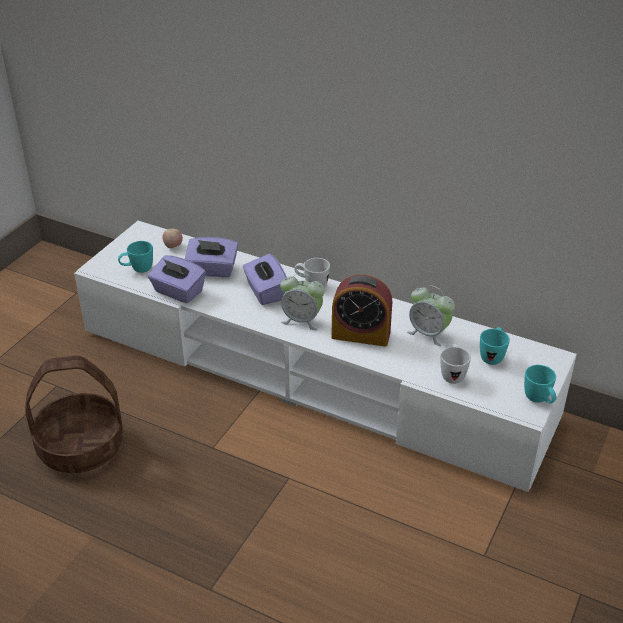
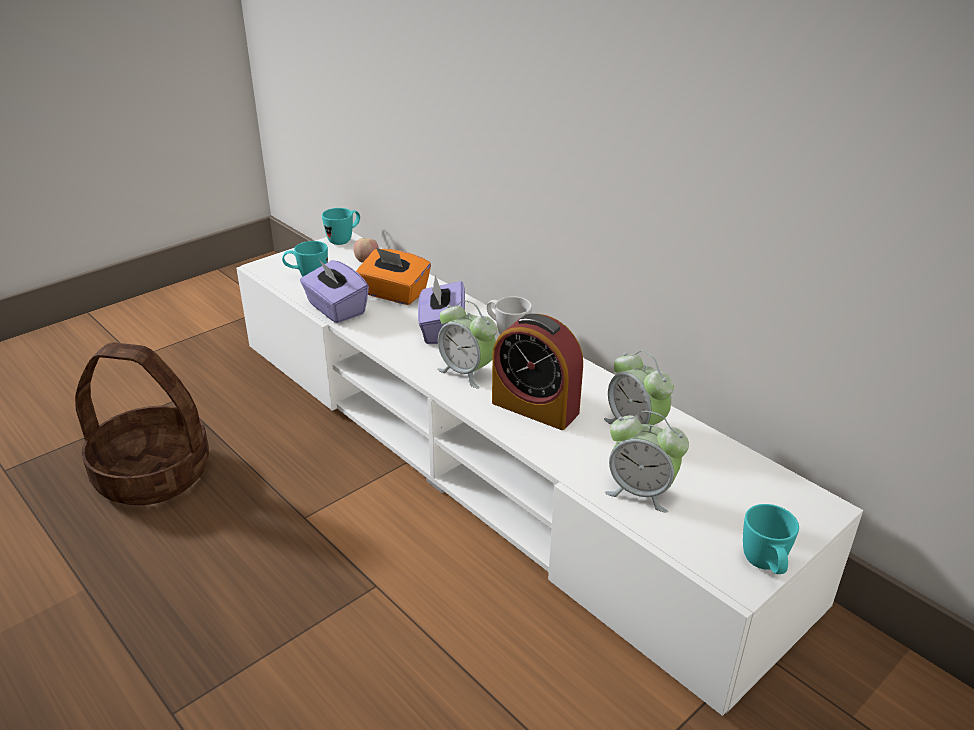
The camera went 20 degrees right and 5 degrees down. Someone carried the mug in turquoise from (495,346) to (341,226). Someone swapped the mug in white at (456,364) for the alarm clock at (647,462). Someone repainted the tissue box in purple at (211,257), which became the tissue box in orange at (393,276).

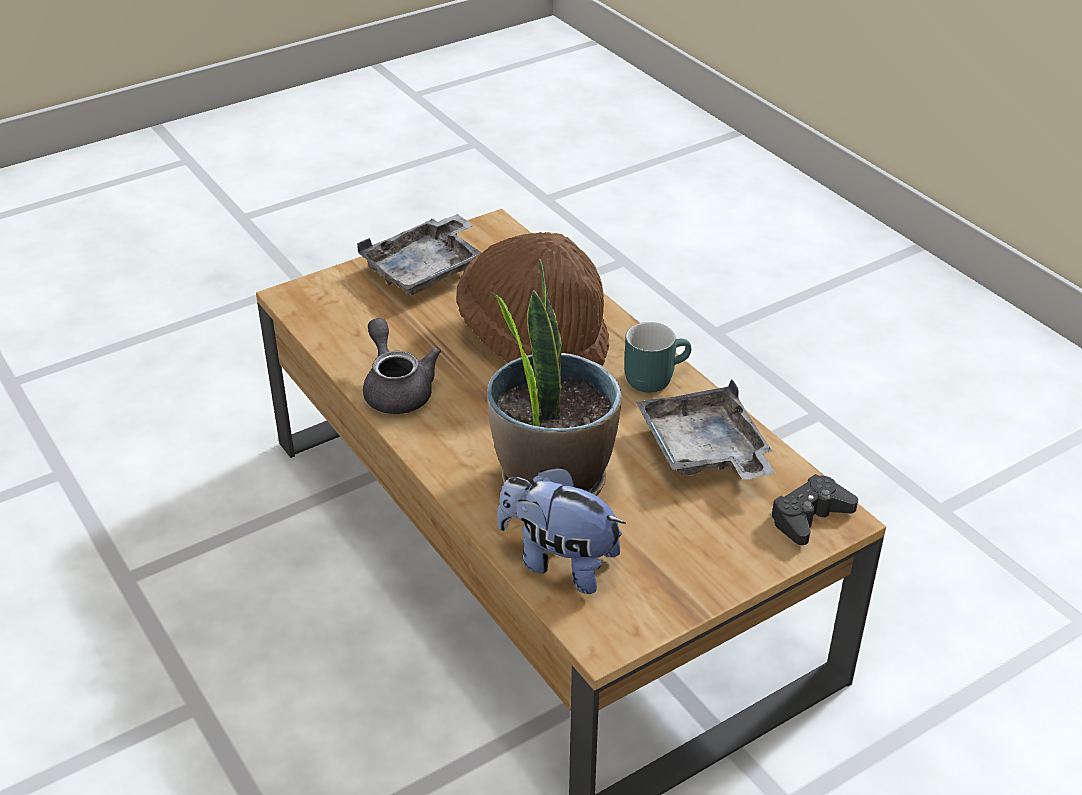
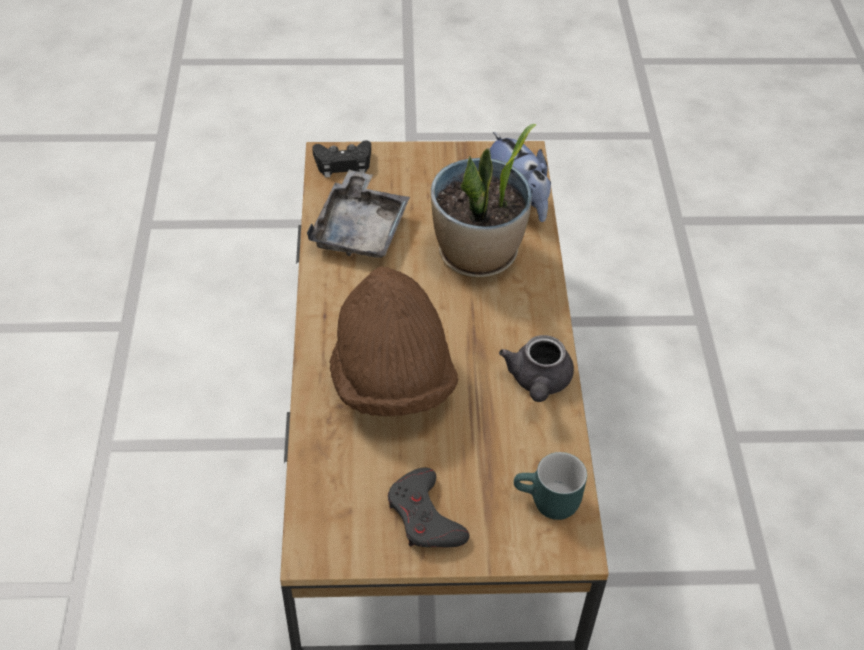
The camera went 150 degrees left and 10 degrees up. Someone carried the mug in turquoise from (657,357) to (550,486). Someone swapped the tray in grey at (419,254) for the game controller in grey at (429,507).

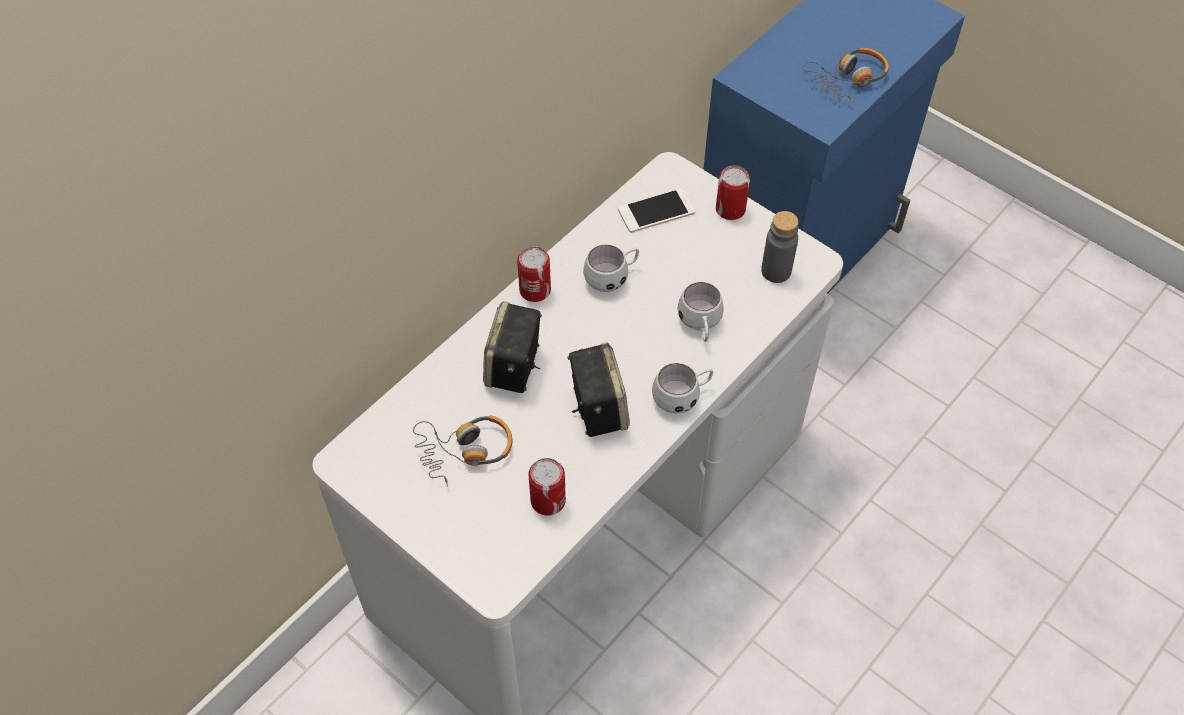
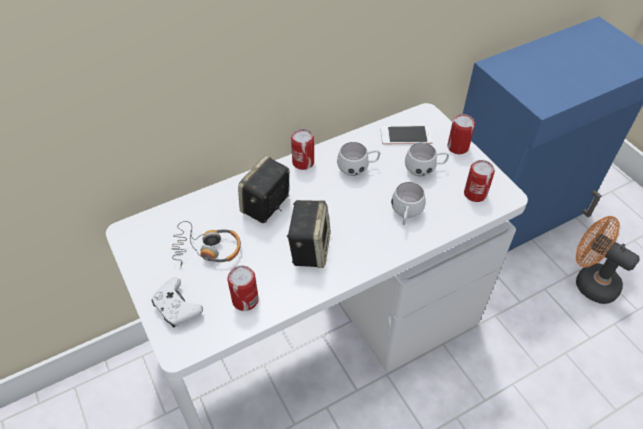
The camera went 20 degrees right and 5 degrees down. Someone took away the headphones at (846,74). Someone put down the game controller in white at (177,302). Someone put down the fan in orange at (608,260). Someone carried the mug in white from (682,388) to (427,159). Someone swapped the bottle in grey at (780,247) for the can at (479,181).

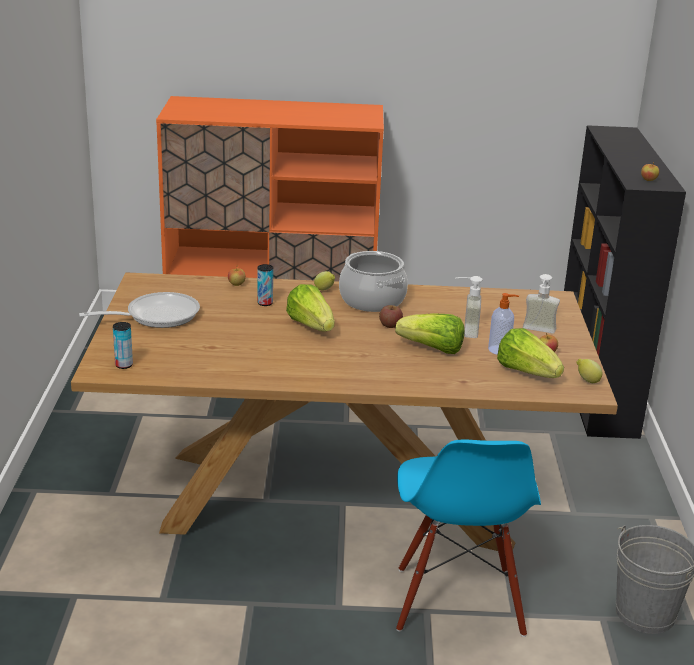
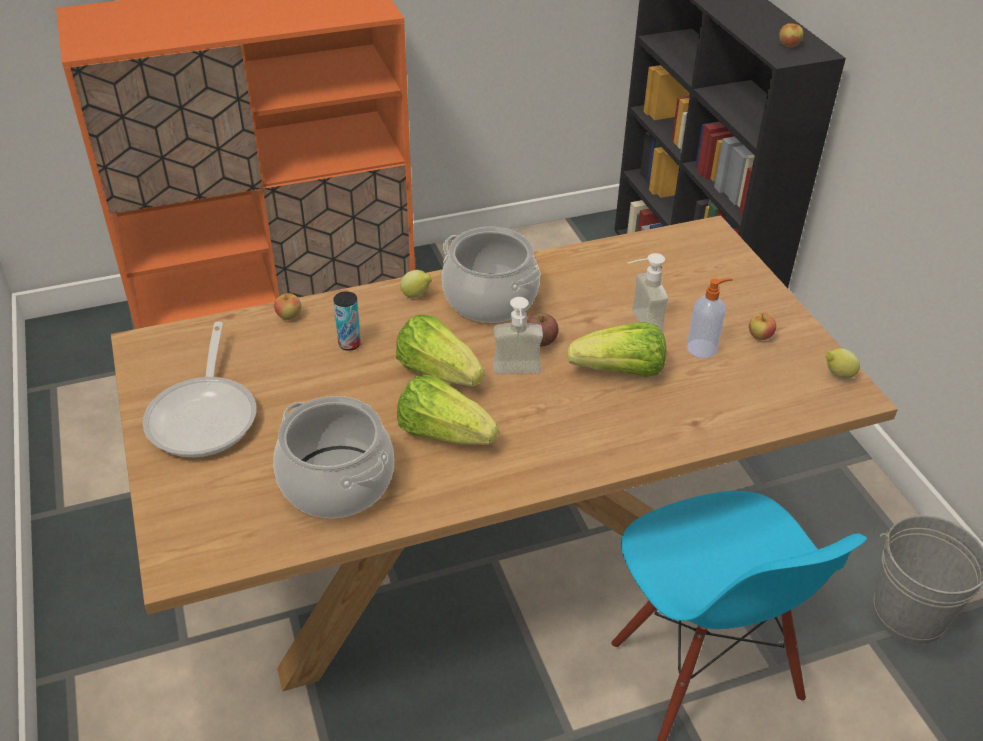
The camera went 20 degrees left and 15 degrees up. Someone took away the can at (123,345). Someone put down the cooking pot at (333,457). Someone carried the lettuce from (530,353) to (448,410). Someone carried the soap dispenser from (541,304) to (518,335). Someone rotated the frying pan at (139,310) by 135 degrees clockwise.

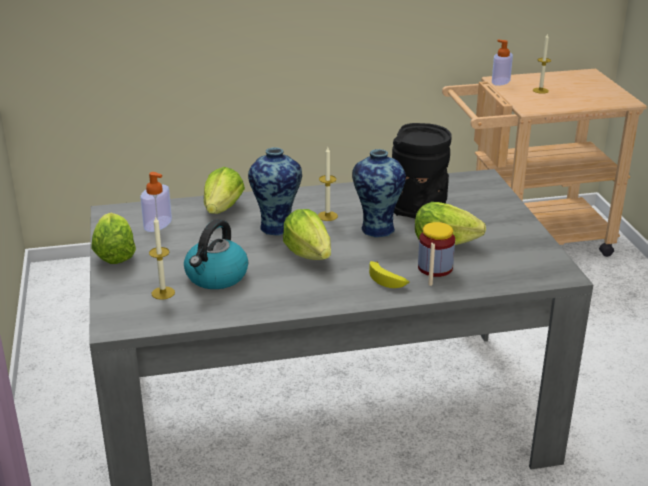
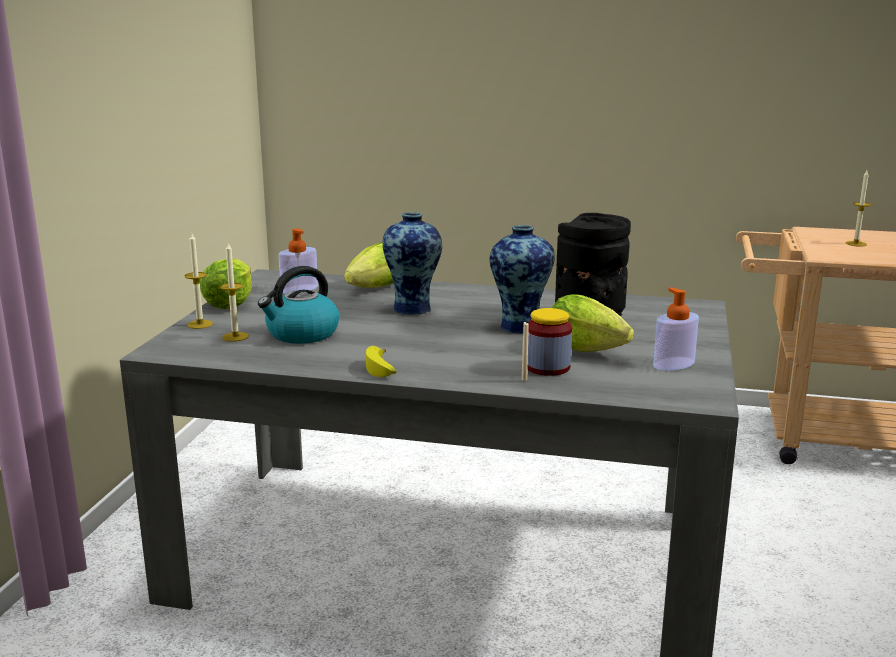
The camera went 25 degrees right and 10 degrees down. Someone took away the lettuce at (307,234). Someone carried the candle from (328,184) to (199,281). Someone carried the banana from (389,274) to (381,361). Someone carried the soap dispenser from (502,62) to (676,329).

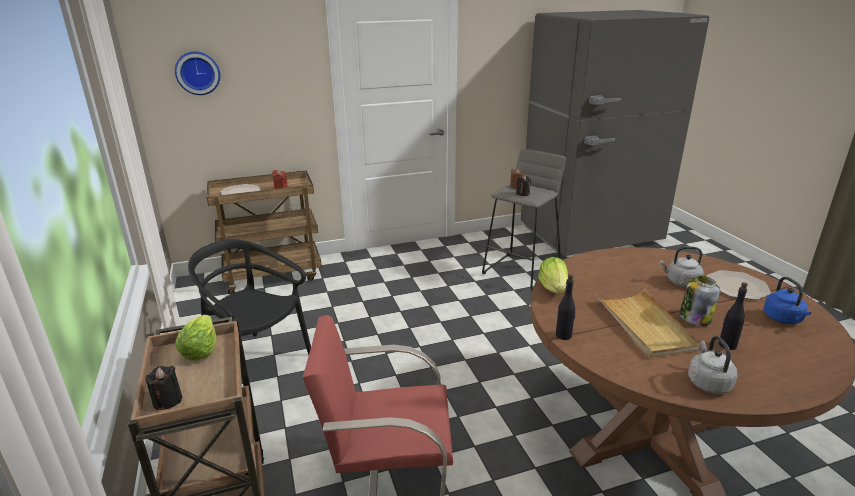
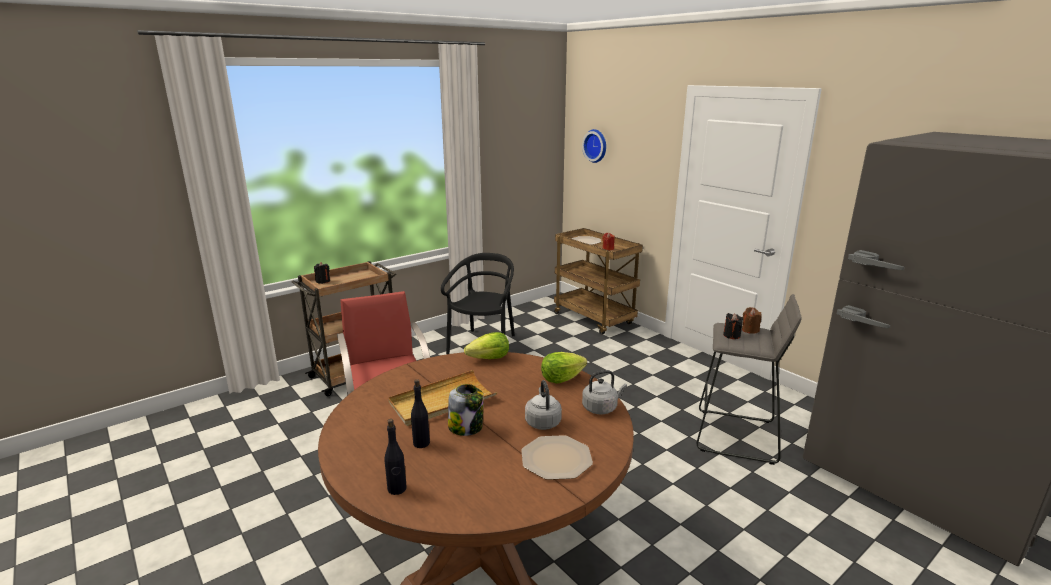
The camera went 70 degrees right and 5 degrees down. Someone took away the kettle in blue at (787,300). Someone carried the lettuce from (196,338) to (564,368). Someone carried the bottle in black from (565,307) to (396,457). Someone carried the kettle in grey from (712,365) to (604,392).

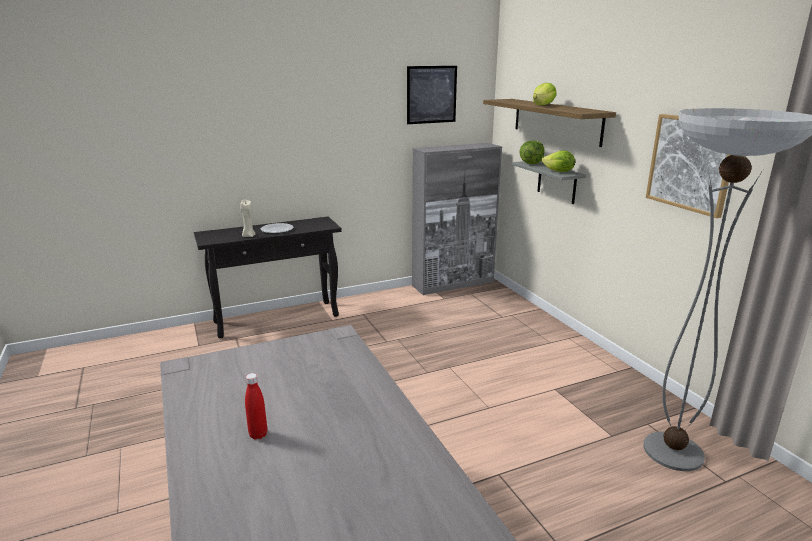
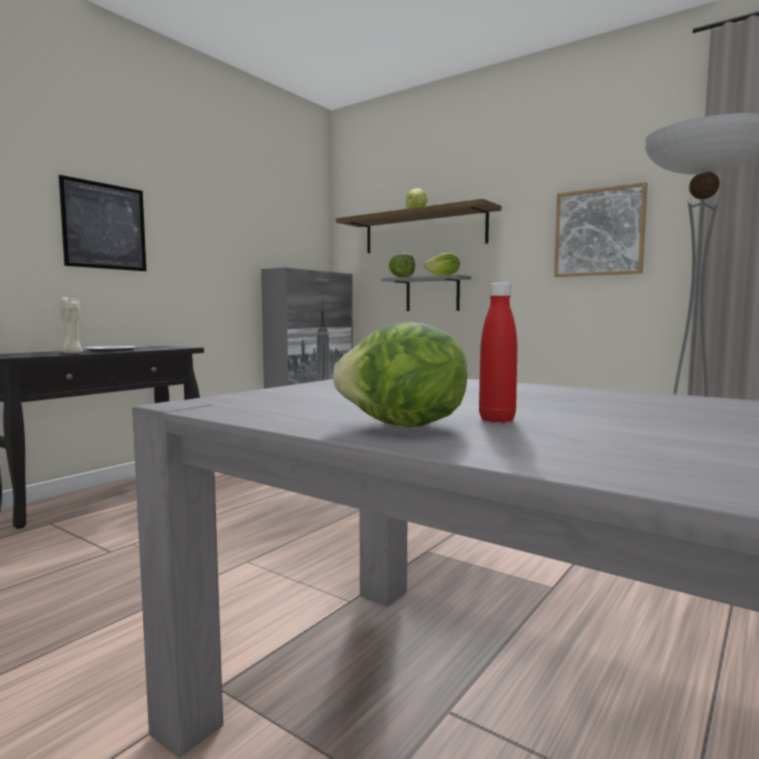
The camera went 30 degrees left and 15 degrees down. Someone put down the lettuce at (400,374). Someone carried the picture from (432,95) to (102,223).

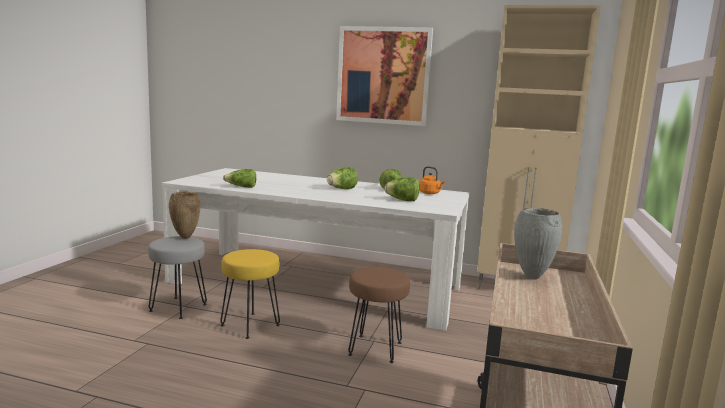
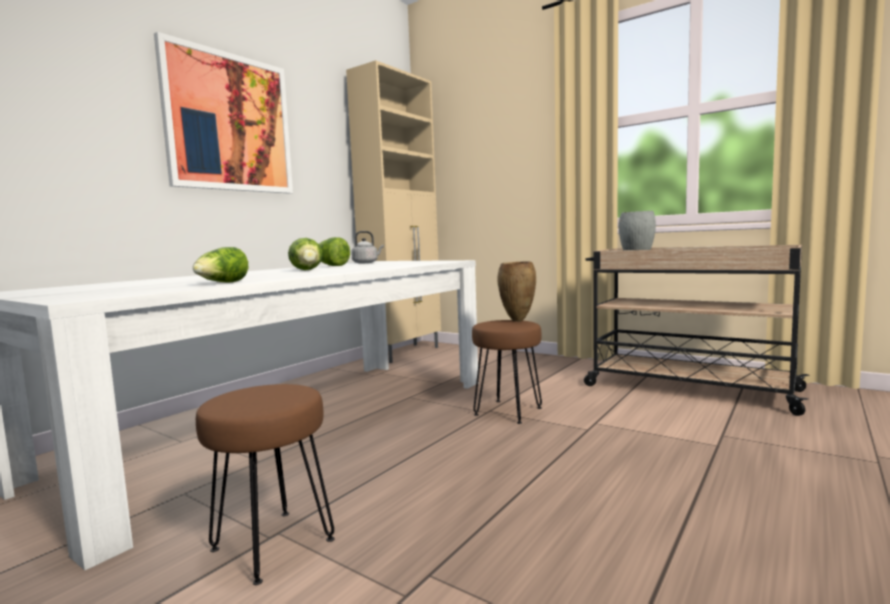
The camera went 70 degrees left and 5 degrees down. Someone took away the stool in yellow at (250,294). Someone took away the lettuce at (402,189). Someone carried the vase in brown from (184,215) to (516,292). Someone repainted the stool in grey at (177,277), which became the stool in brown at (265,484). Someone repainted the kettle in orange at (432,180), which became the kettle in grey at (367,247).

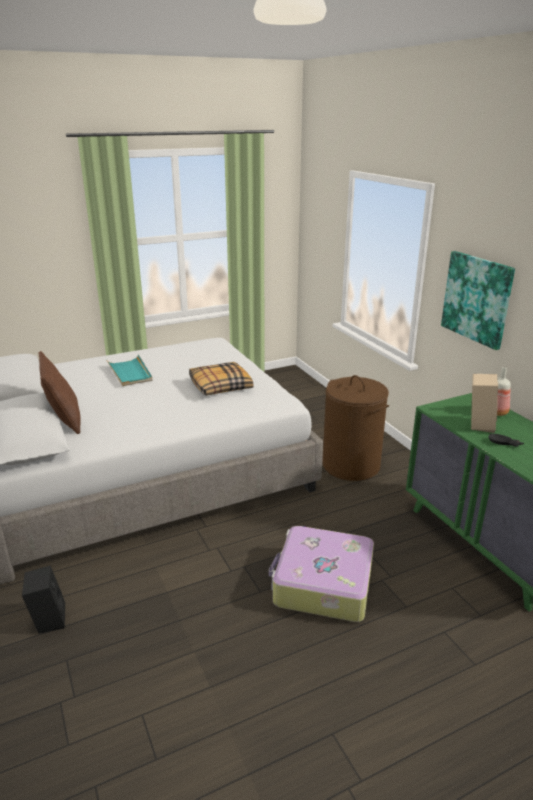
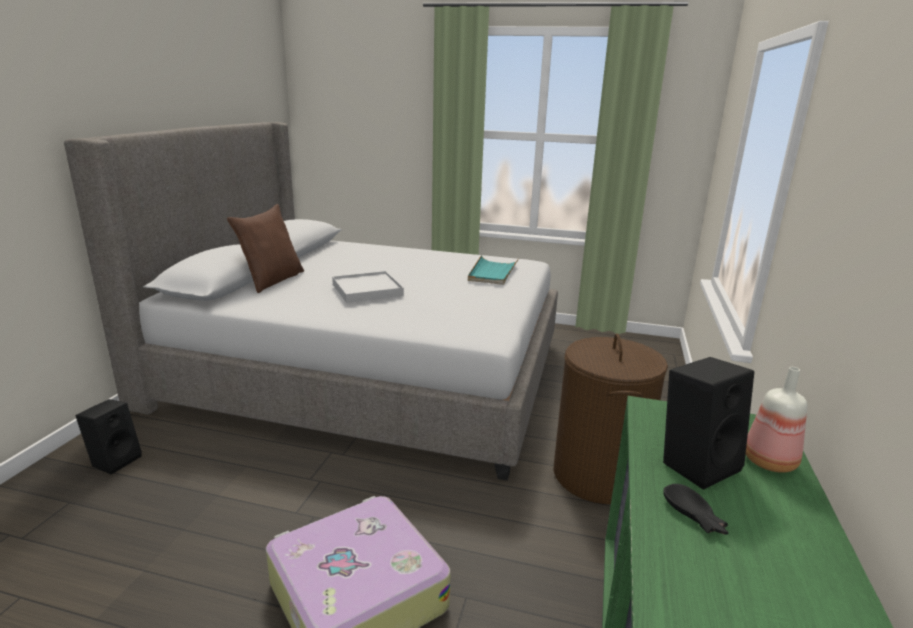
The camera went 40 degrees right and 5 degrees down. Someone took away the pillow at (221,379). Someone took away the picture at (478,300). Someone put down the tray in white at (368,287). Someone carried the tray in turquoise from (129,370) to (493,270). Someone repainted the speaker in beige at (484,403), which became the speaker in black at (708,423).

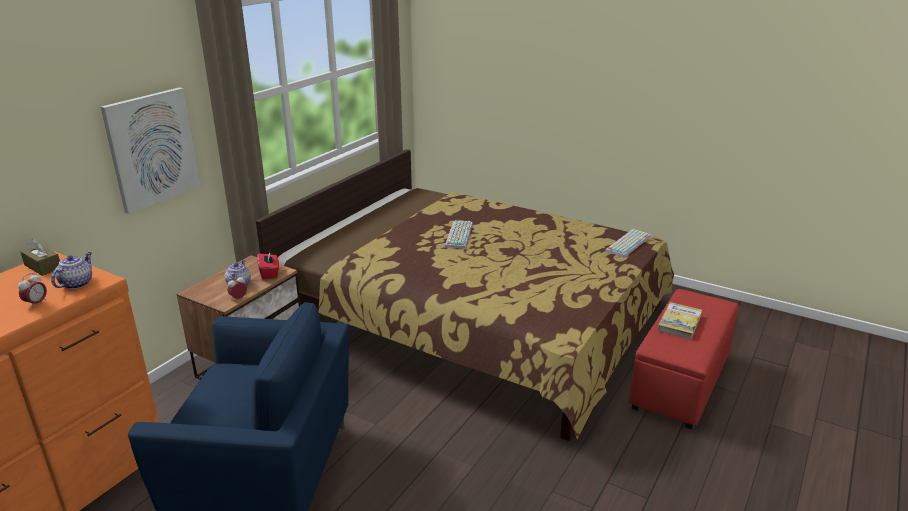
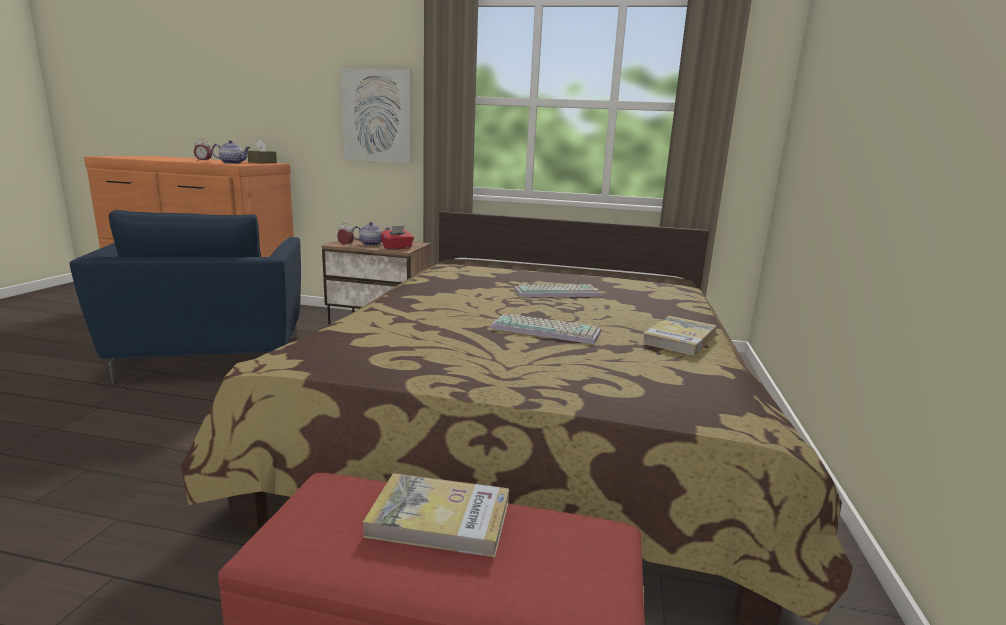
The camera went 70 degrees right and 10 degrees down. Someone put down the book at (679,336). Someone carried the keyboard from (628,243) to (546,329).

